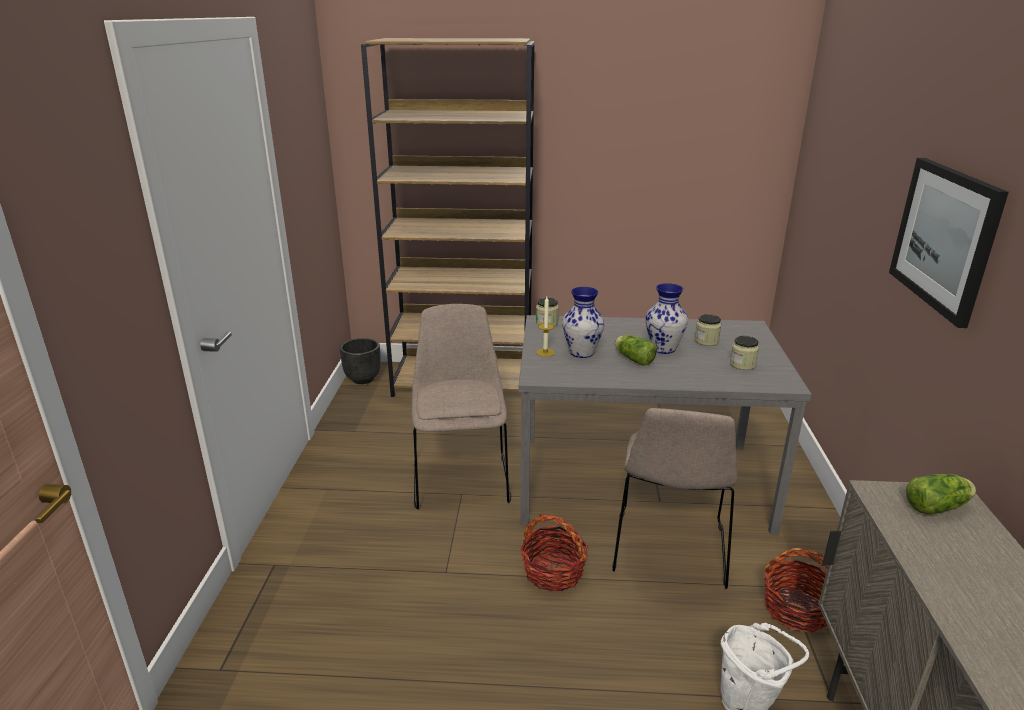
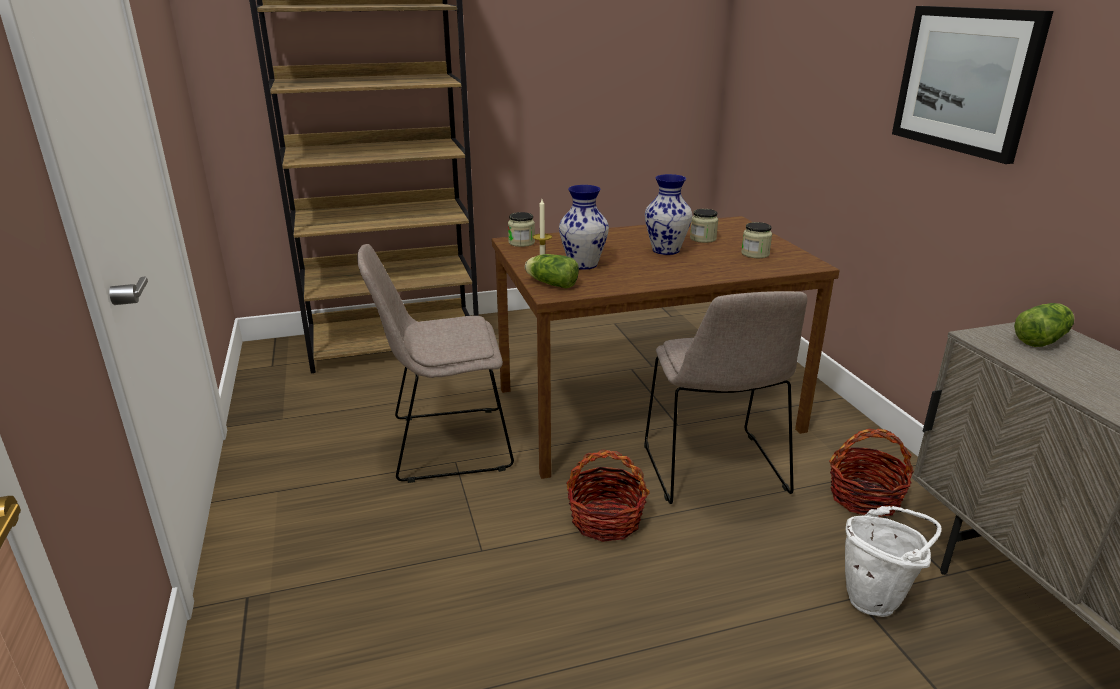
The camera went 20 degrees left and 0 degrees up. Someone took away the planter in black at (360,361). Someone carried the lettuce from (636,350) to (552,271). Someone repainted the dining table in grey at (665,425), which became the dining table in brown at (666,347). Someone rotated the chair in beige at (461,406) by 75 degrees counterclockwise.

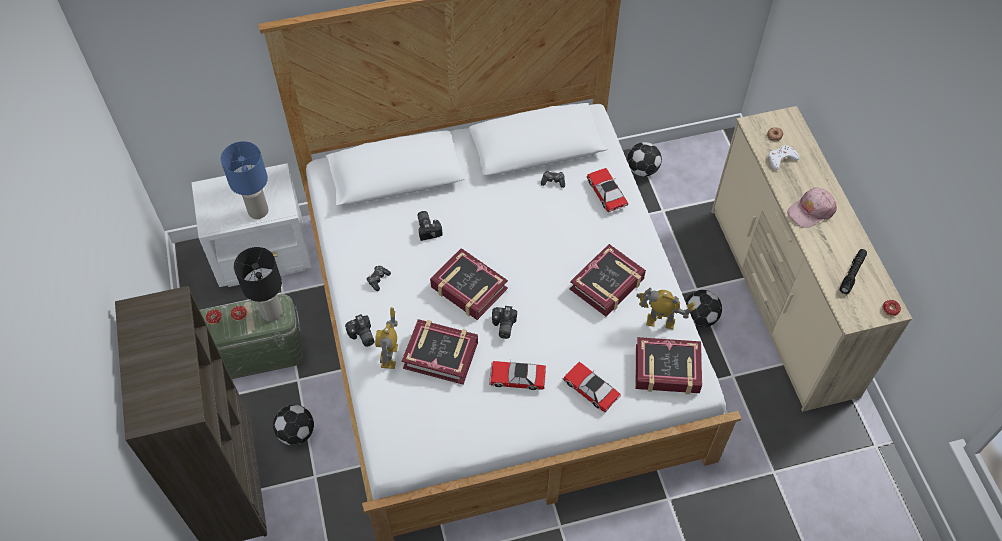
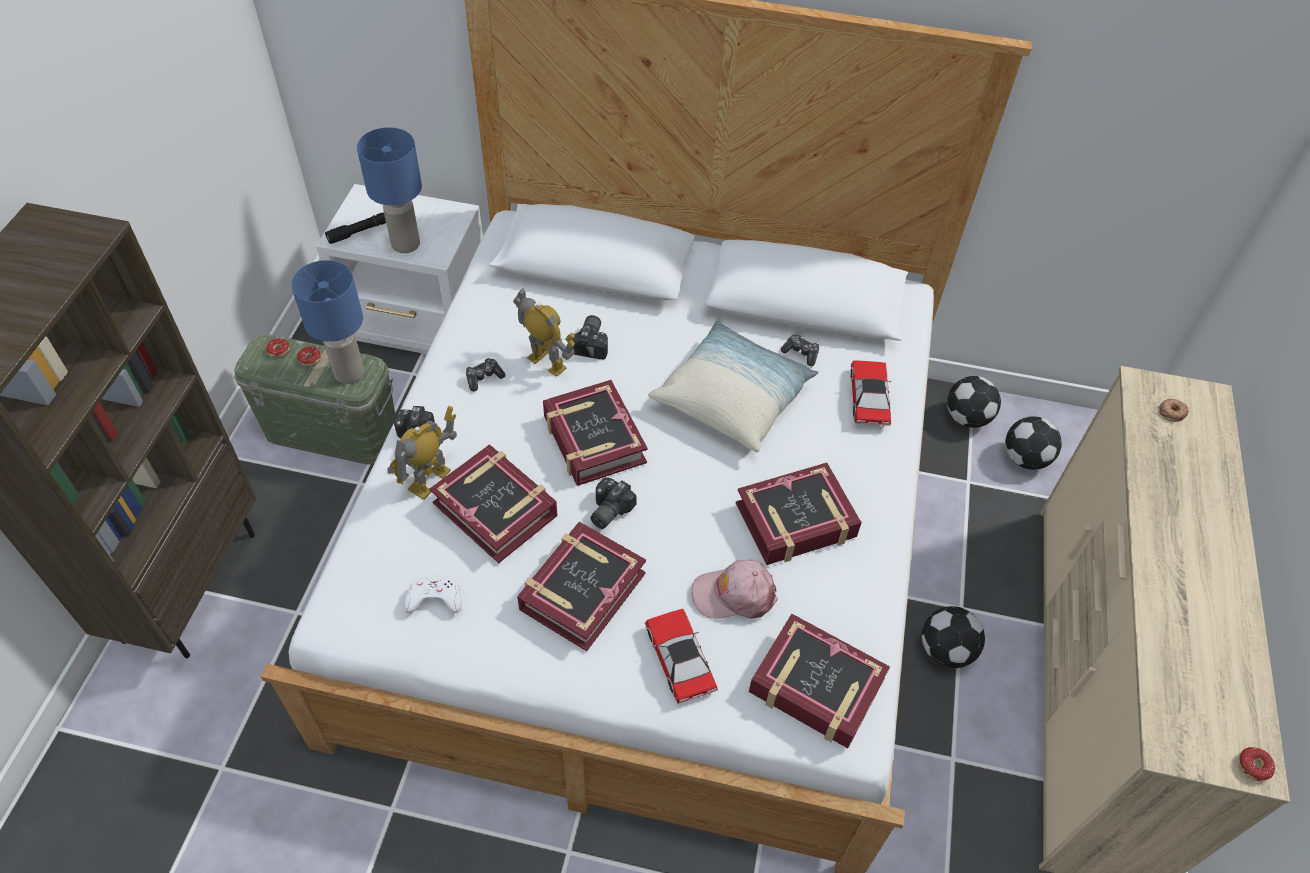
The camera went 25 degrees right and 5 degrees down. Someone put down the pillow at (733,386). Someone carried the football from (293,425) to (1033,443). Someone carried the toy robot from (666,308) to (544,332). Someone carried the game controller in white from (784,157) to (433,595). Someone carried the cap in pink from (812,207) to (735,589). Someone carried the flashlight in black from (853,271) to (355,228). Someone swapped the toy car at (517,375) for the book at (581,586). Someone repainted the table lamp in black at (258,284), which became the table lamp in blue at (327,322).

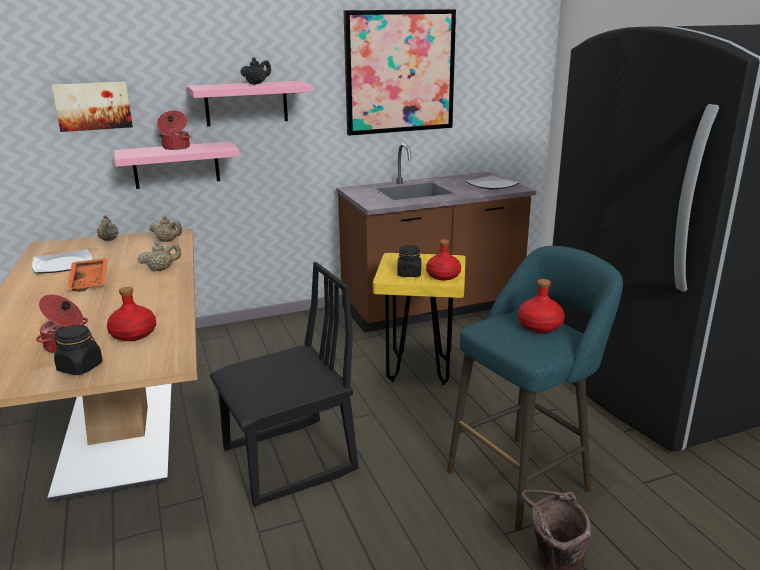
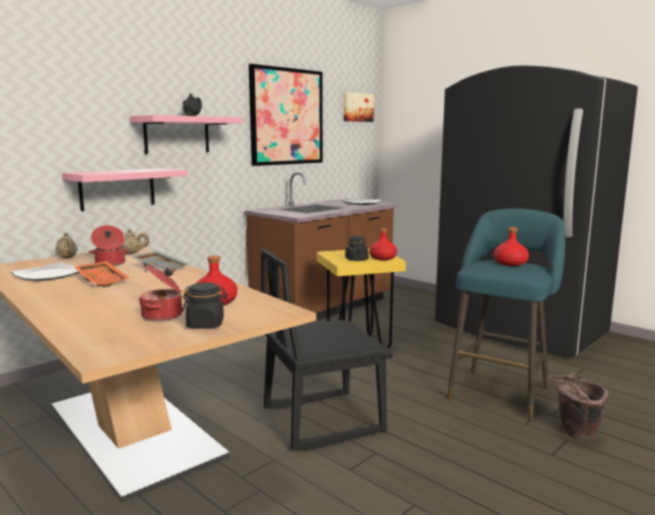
The camera went 25 degrees left and 10 degrees down. Someone carried the picture from (92,107) to (359,107). Someone carried the cooking pot from (174,130) to (109,245). Someone swapped the teapot in beige at (159,256) for the tray in grey at (159,261). Someone rotated the chair in black at (284,384) by 150 degrees counterclockwise.

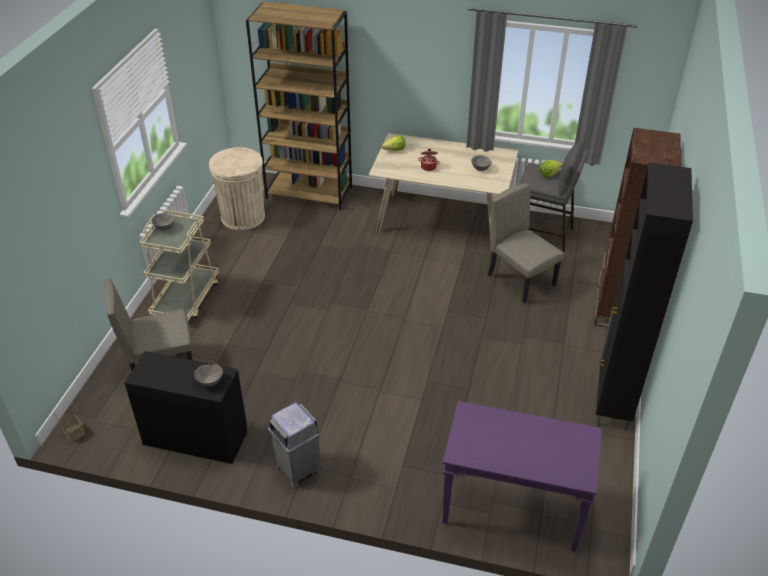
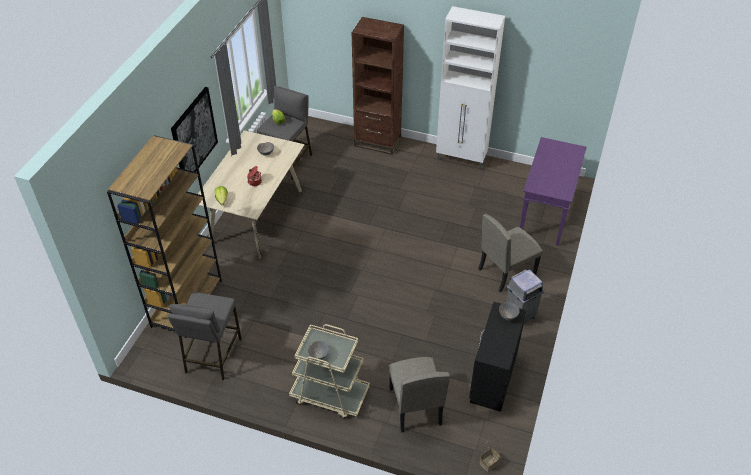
The camera went 85 degrees left and 5 degrees up. Someone put up the picture at (194,129). Someone carried the chair in beige from (525,243) to (510,253). Someone swapped the trash can in beige at (237,188) for the stool in grey at (205,336). Someone repainted the cabinet in black at (644,296), which became the cabinet in white at (470,88).

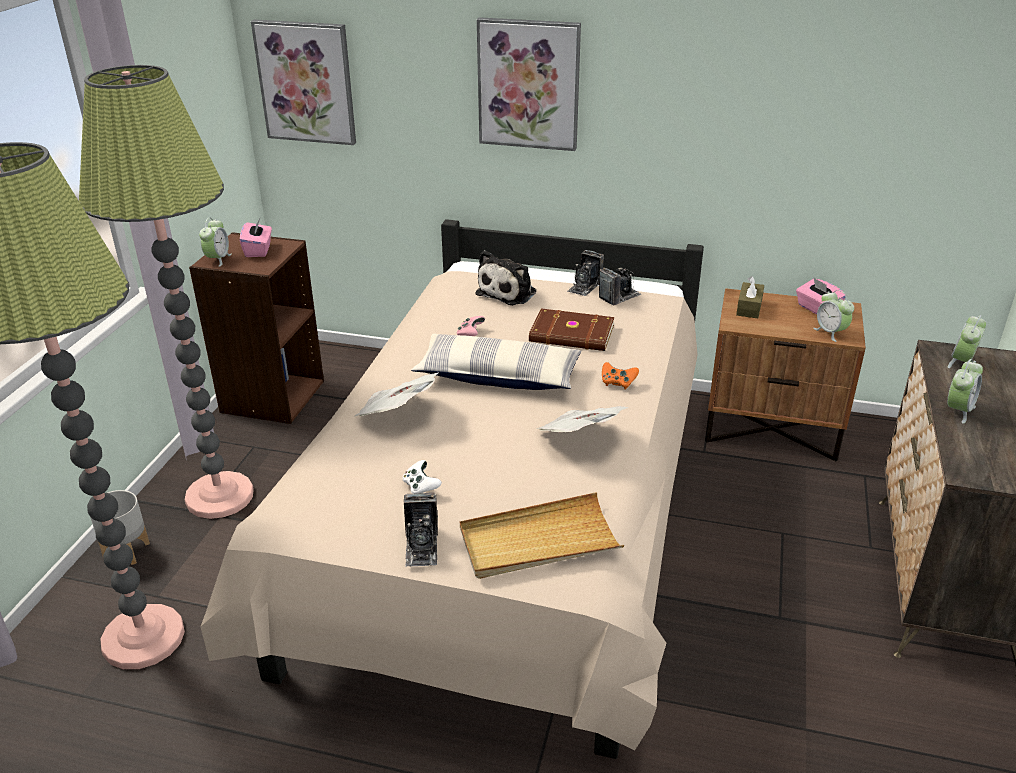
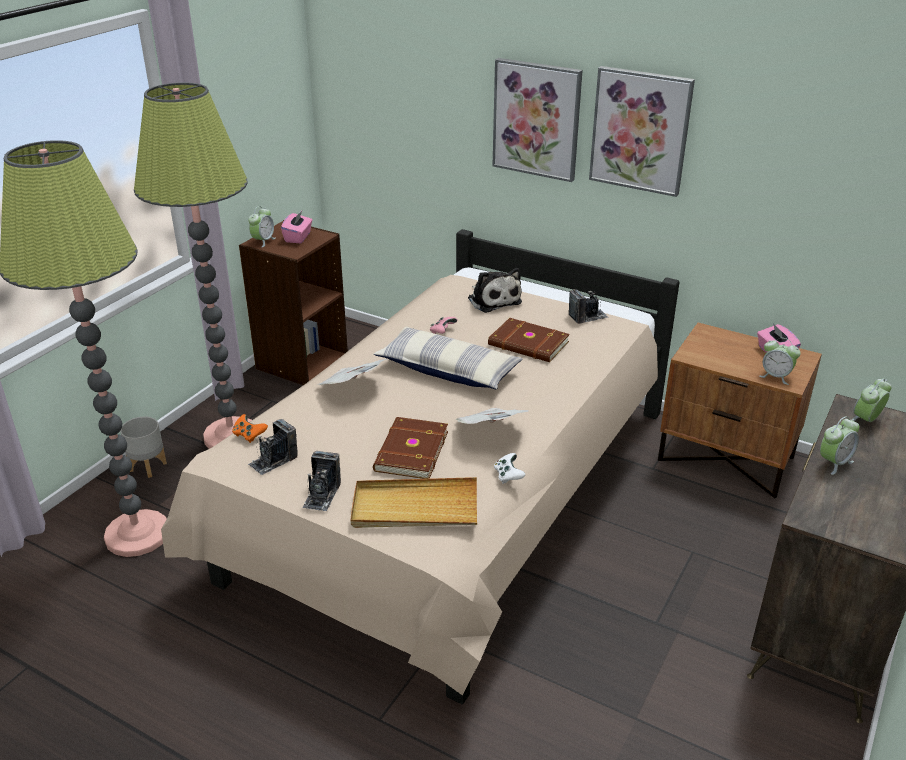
The camera went 15 degrees right and 0 degrees up. Someone took away the tissue box in brown at (750,297). Someone put down the book in brown at (410,448). Someone carried the picture from (303,82) to (642,131). Someone carried the game controller in white from (422,477) to (509,468). Someone carried the photo camera from (585,273) to (273,447). Someone carried the game controller in orange from (620,376) to (250,428). Someone rotated the plush toy at (506,277) by 75 degrees counterclockwise. Someone rotated the alarm clock at (833,316) by 45 degrees counterclockwise.

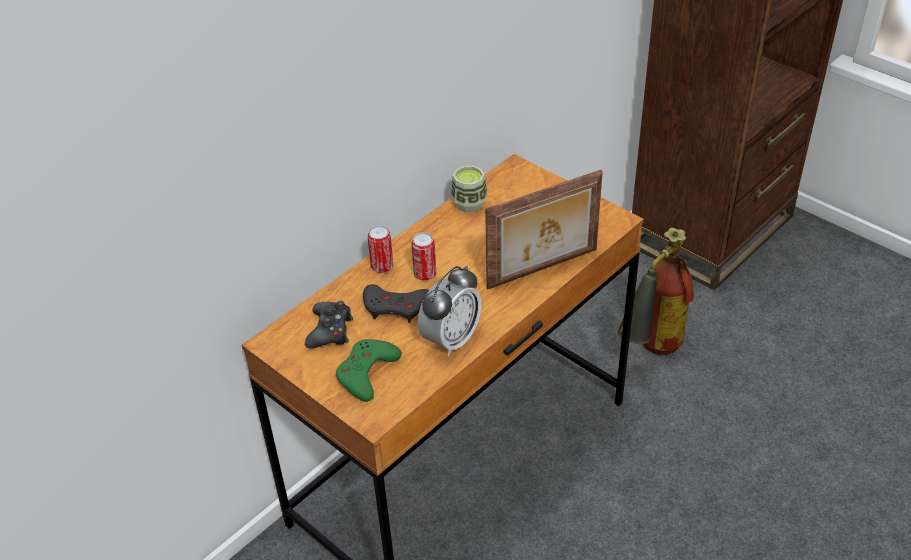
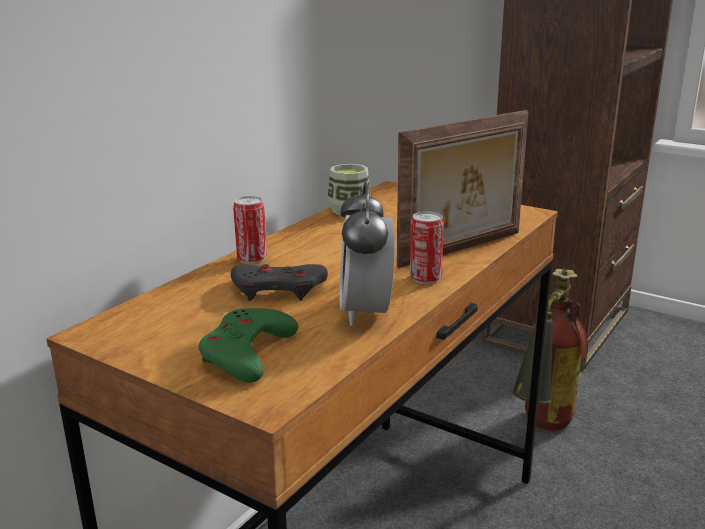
The camera went 10 degrees left and 20 degrees down. Someone took away the game controller in black at (329,324). Someone carried the can from (423,256) to (427,247). Someone rotated the alarm clock at (450,311) by 150 degrees clockwise.

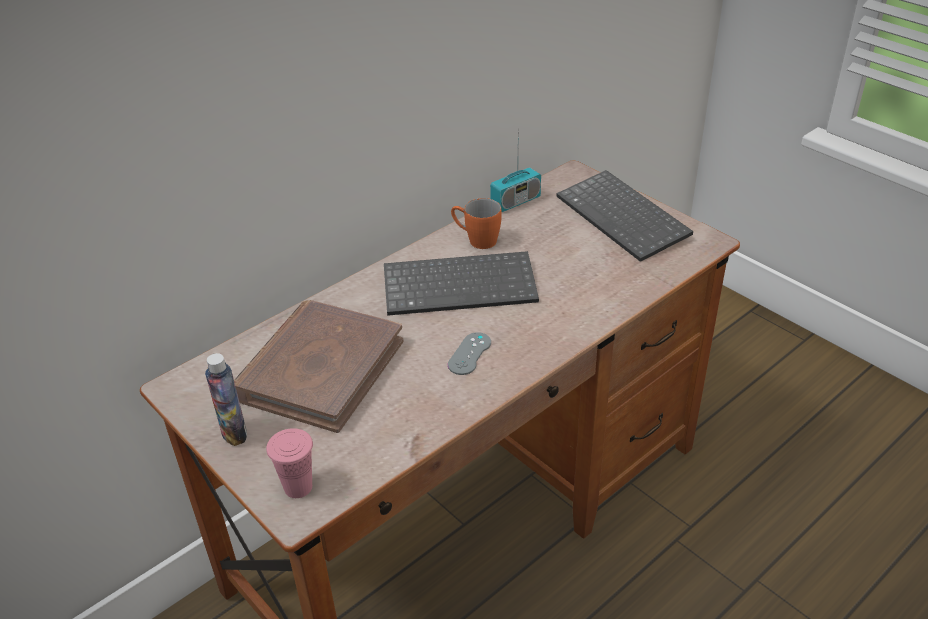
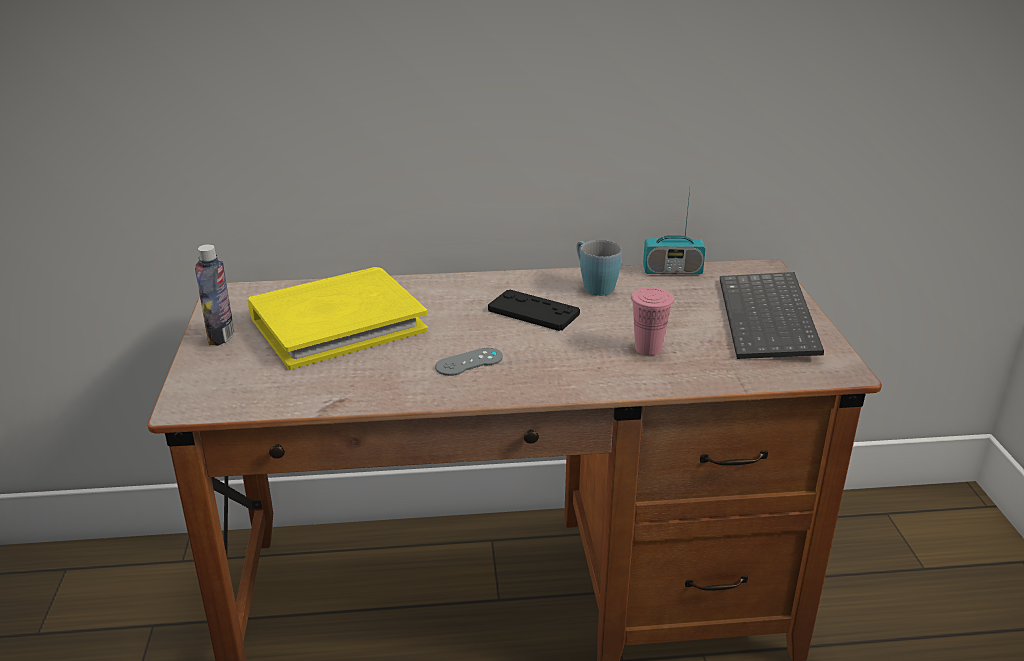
The camera went 35 degrees right and 10 degrees down. Someone carried the cup in pink from (289,463) to (652,321). Someone swapped the keyboard at (461,283) for the game controller in black at (534,310). Someone repainted the book in brown at (319,366), which became the book in yellow at (338,318). Someone repainted the mug in orange at (476,223), which became the mug in blue at (599,268).

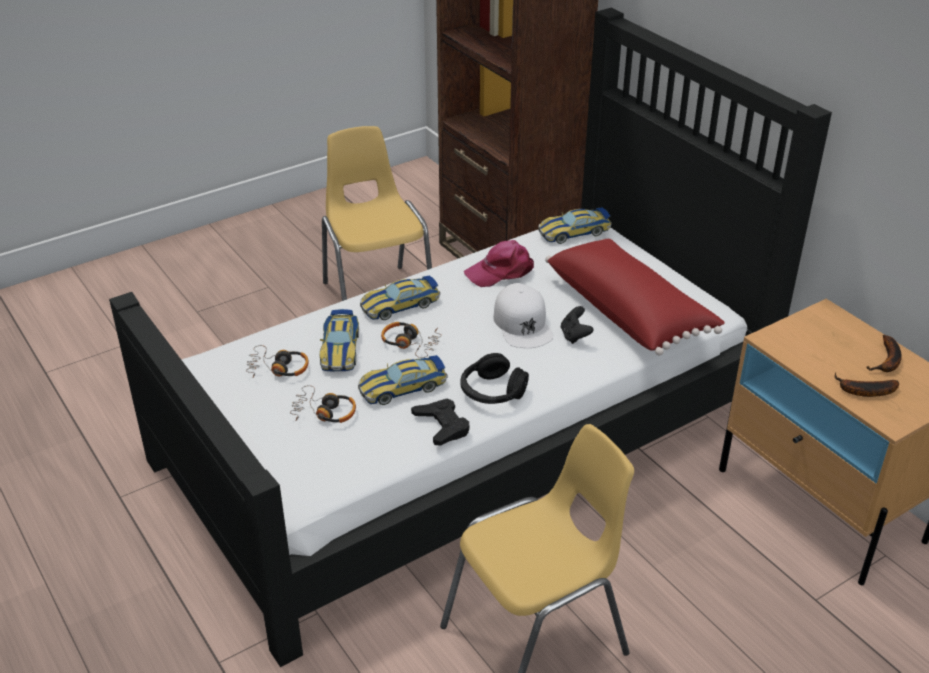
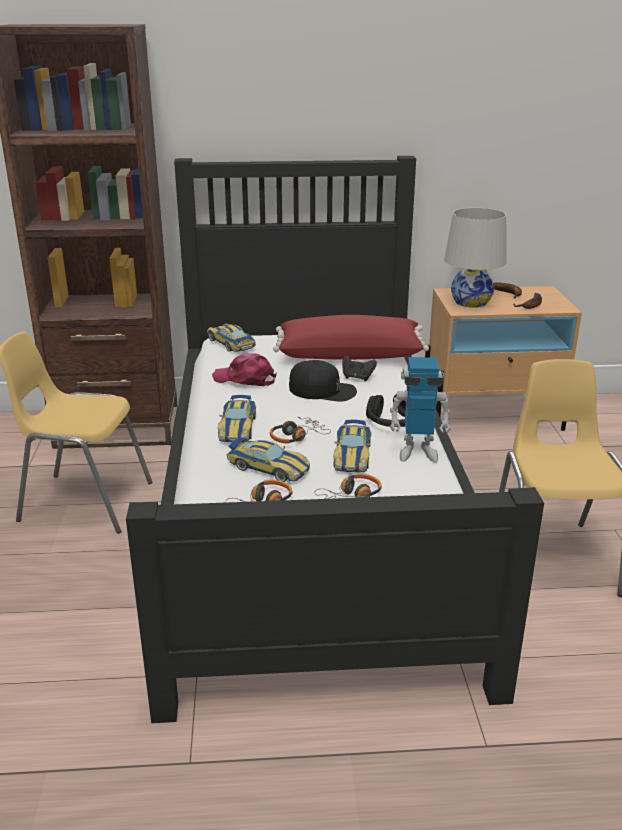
The camera went 60 degrees left and 10 degrees down. Someone put down the table lamp in white at (475,258). Someone swapped the game controller in black at (440,421) for the toy robot at (420,410). Someone repainted the cap in white at (523,315), which became the cap in black at (323,380). Someone rotated the cap in pink at (499,263) by 105 degrees clockwise. Someone rotated the toy car at (575,225) by 135 degrees clockwise.

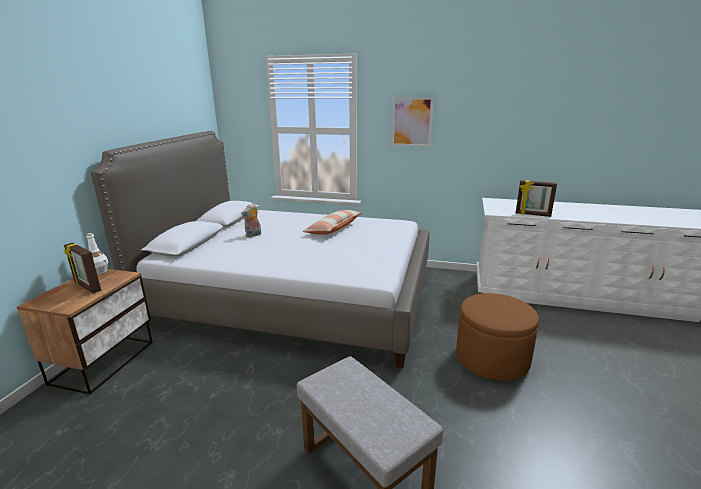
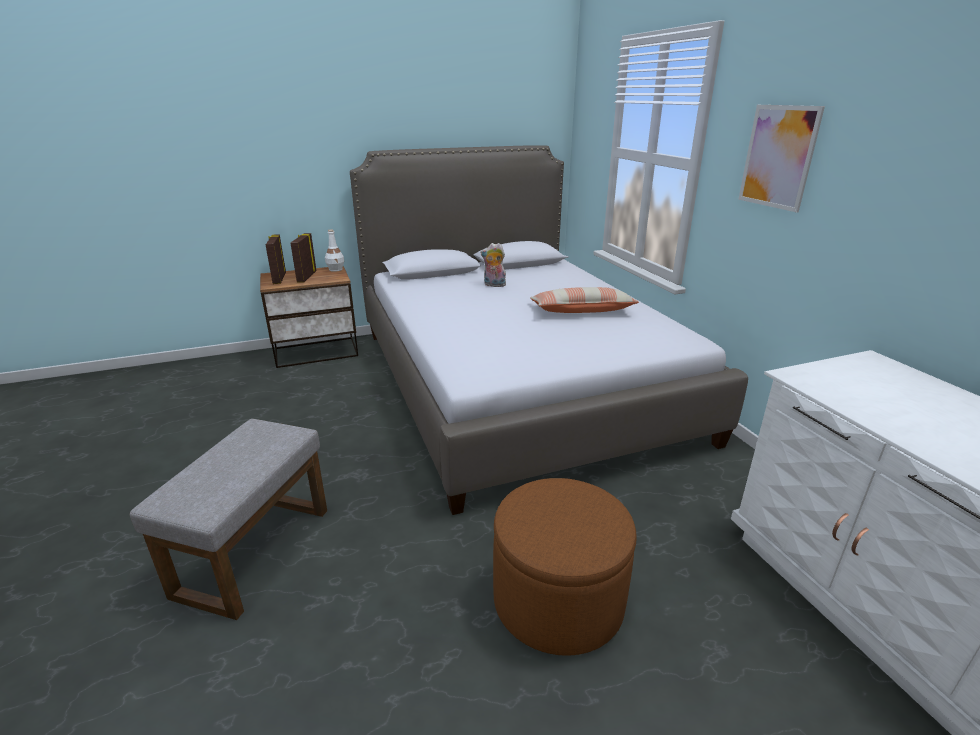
The camera went 55 degrees right and 5 degrees up. Someone carried the picture frame from (536,198) to (276,259).

